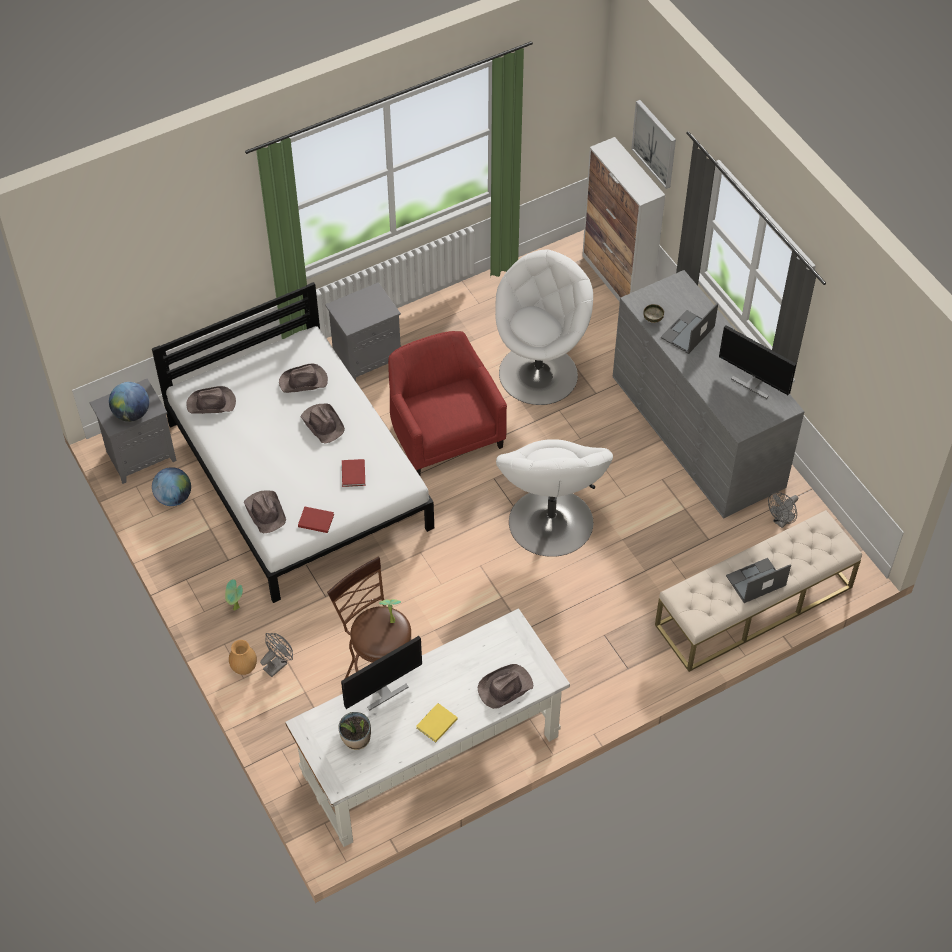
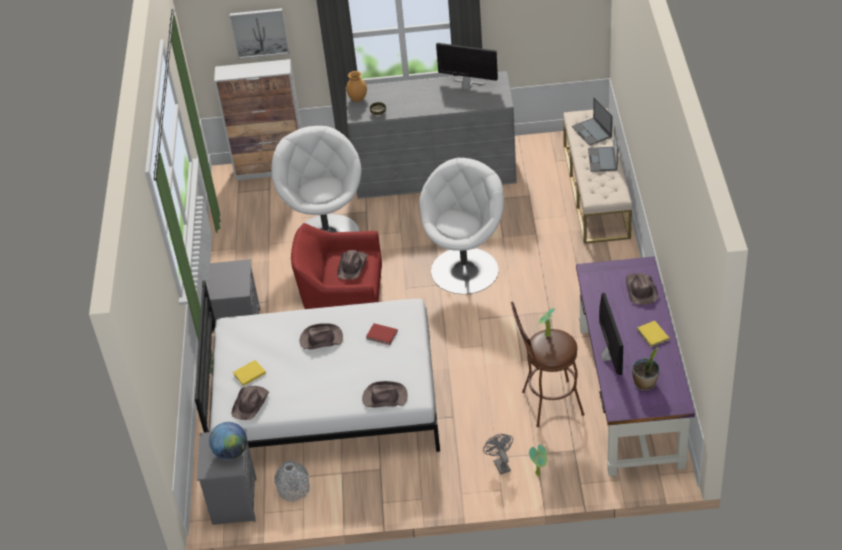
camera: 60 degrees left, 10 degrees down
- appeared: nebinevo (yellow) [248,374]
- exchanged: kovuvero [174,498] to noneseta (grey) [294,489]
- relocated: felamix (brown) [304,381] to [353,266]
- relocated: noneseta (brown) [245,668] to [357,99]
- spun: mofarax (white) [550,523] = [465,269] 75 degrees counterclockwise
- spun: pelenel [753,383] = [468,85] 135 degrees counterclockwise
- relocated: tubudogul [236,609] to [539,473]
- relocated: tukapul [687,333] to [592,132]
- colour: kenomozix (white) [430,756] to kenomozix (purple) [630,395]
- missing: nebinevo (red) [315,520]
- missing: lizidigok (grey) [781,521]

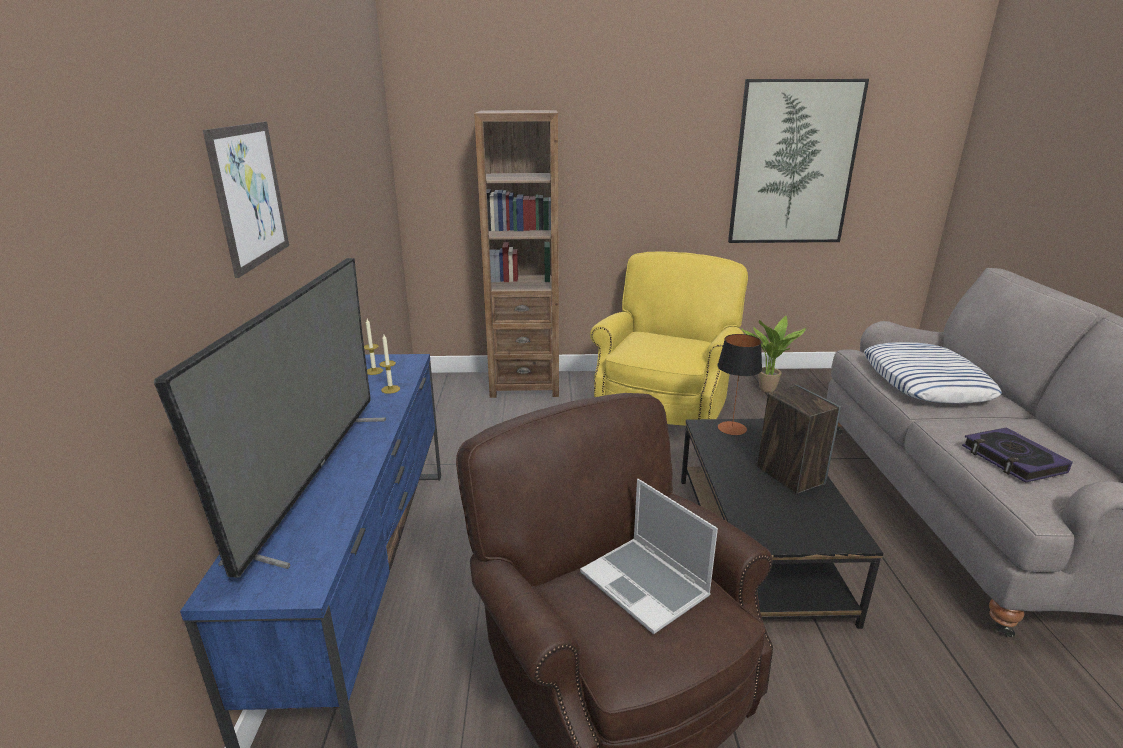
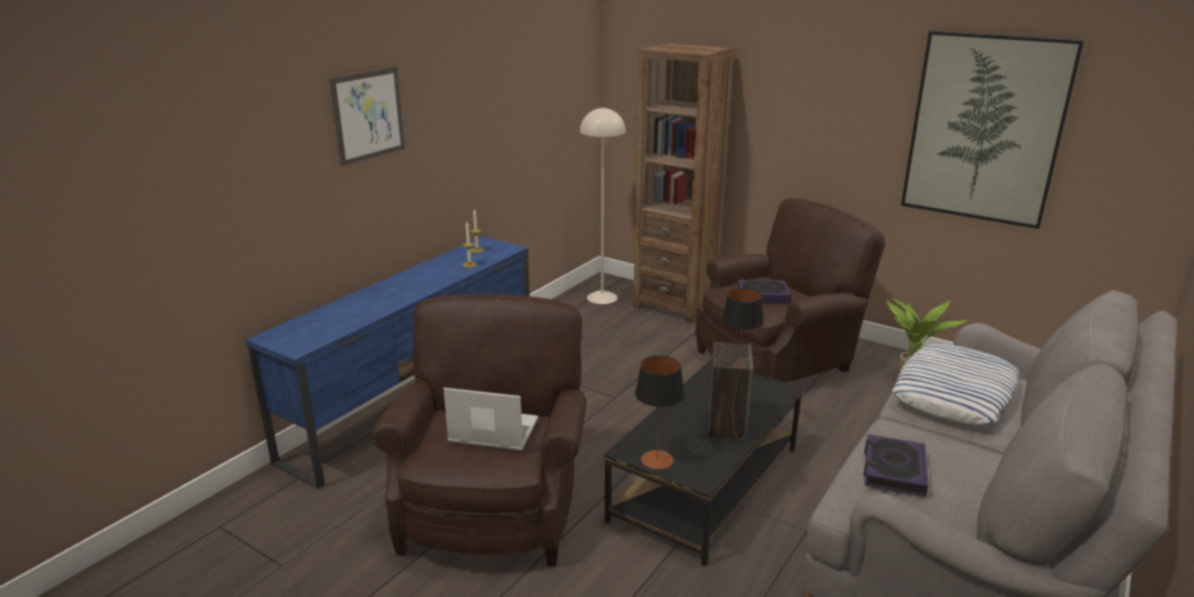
camera: 35 degrees right, 0 degrees up
- spun: tukapul [646,585] = [492,432] 105 degrees clockwise
- appeared: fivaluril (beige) [601,297]
- appeared: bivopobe [657,460]
- colour: mofarax (yellow) [665,406] to mofarax (brown) [778,360]
- appeared: nebinevo [763,295]
- missing: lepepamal [315,480]

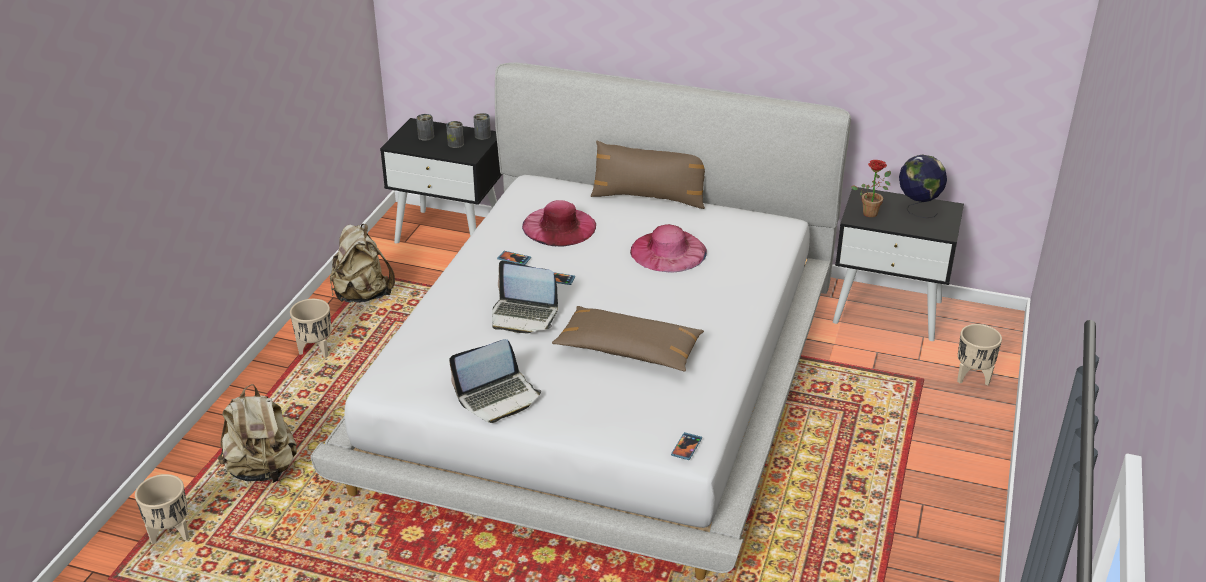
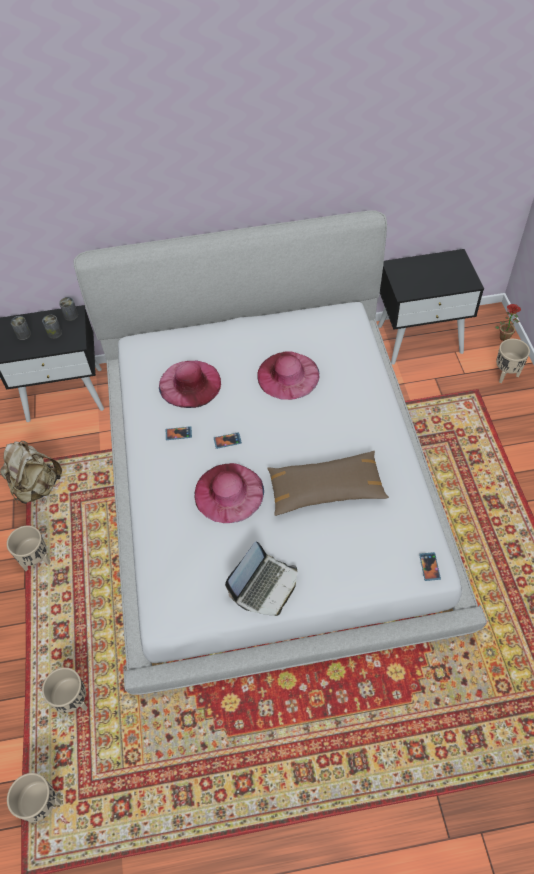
camera: 25 degrees left, 20 degrees up
- exchanged: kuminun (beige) [263,470] to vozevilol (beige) [74,701]
- exchanged: tukapul [523,316] to felamix (pink) [229,492]
- relocated: tubudogul [871,212] to [504,335]
- missing: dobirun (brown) [649,198]
- missing: kovuvero [917,209]

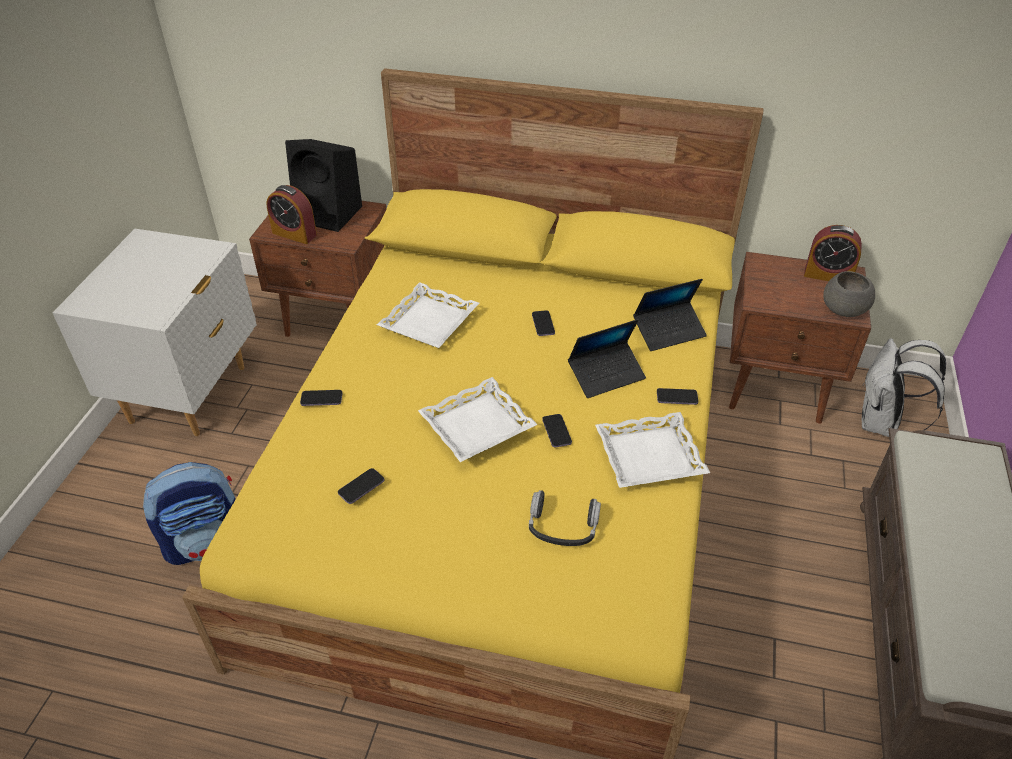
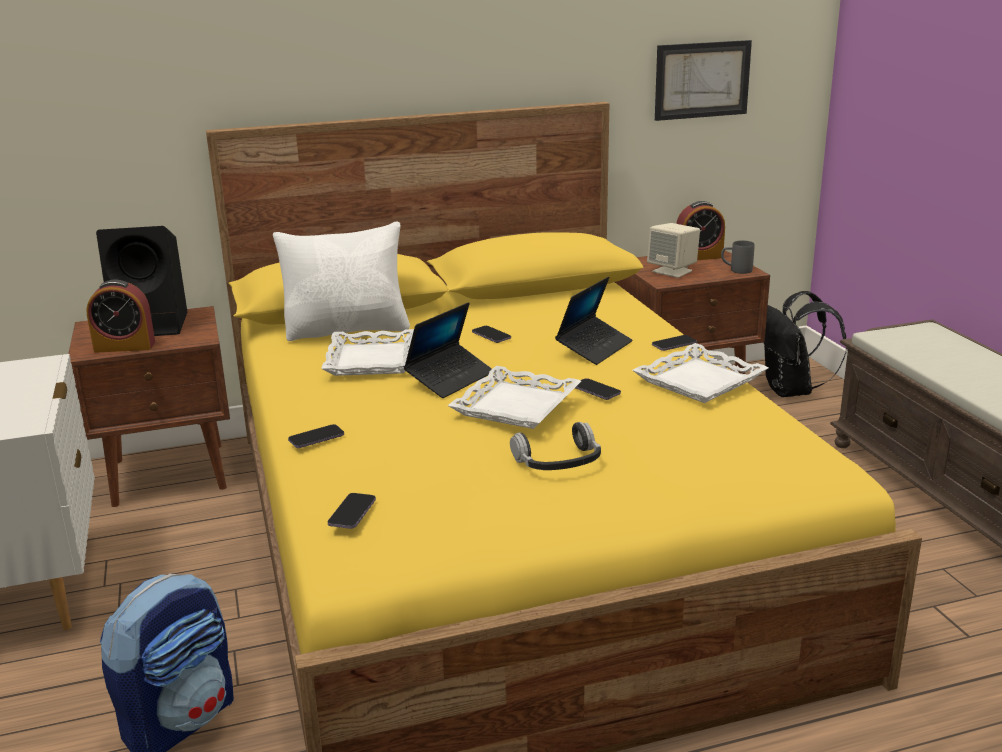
camera: 30 degrees left, 20 degrees down
- appeared: dobirun (white) [348,330]
- relocated: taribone [361,487] to [352,513]
- relocated: tukapul [669,331] to [450,378]
- relocated: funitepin [562,526] to [558,461]
- appeared: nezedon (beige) [673,271]
- appeared: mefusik [702,80]
- exchanged: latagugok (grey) [843,309] to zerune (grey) [736,270]
- colour: kuminun (white) [881,424] to kuminun (black) [791,391]

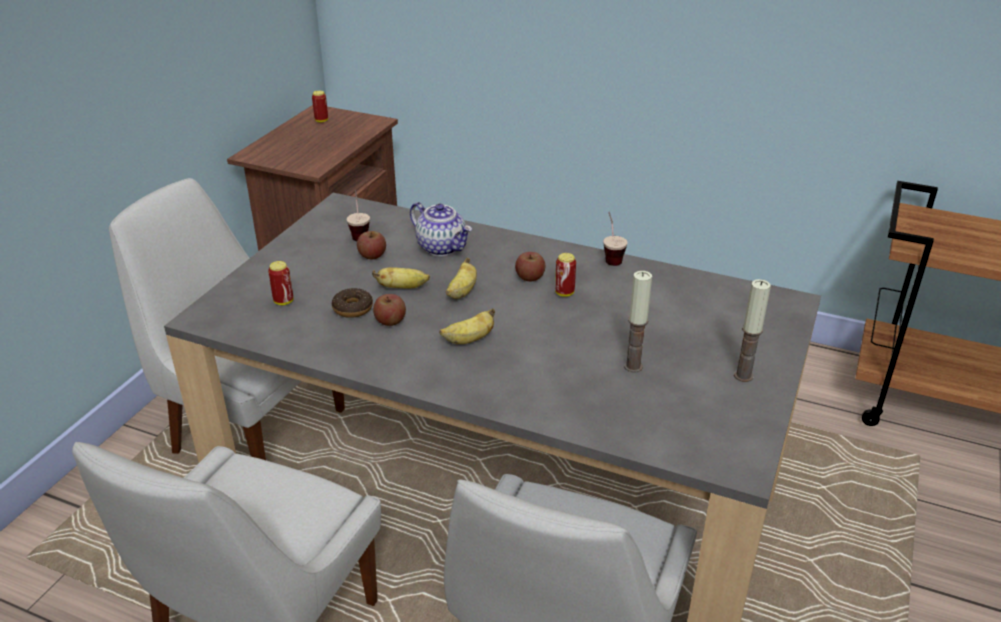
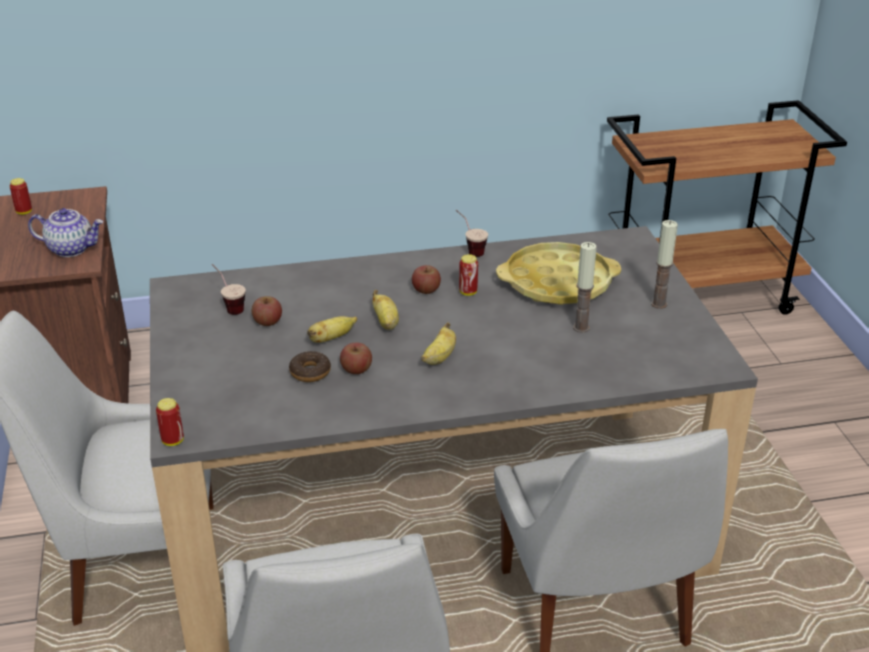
camera: 35 degrees left, 0 degrees up
- relocated: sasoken [442,247] to [71,249]
- relocated: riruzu [283,301] to [173,441]
- appeared: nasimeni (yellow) [558,282]

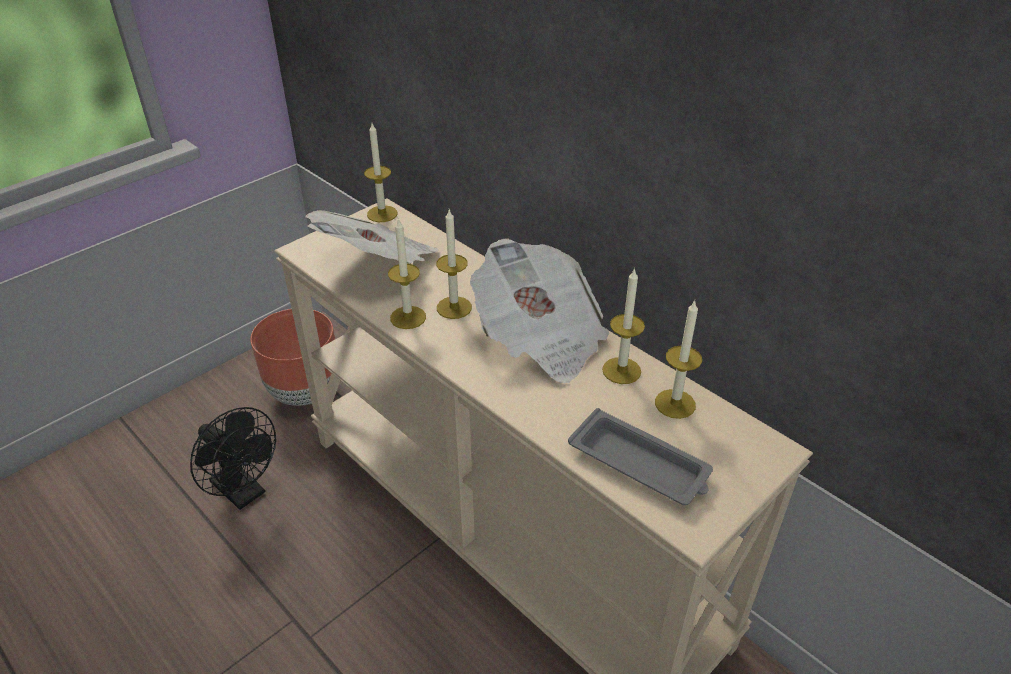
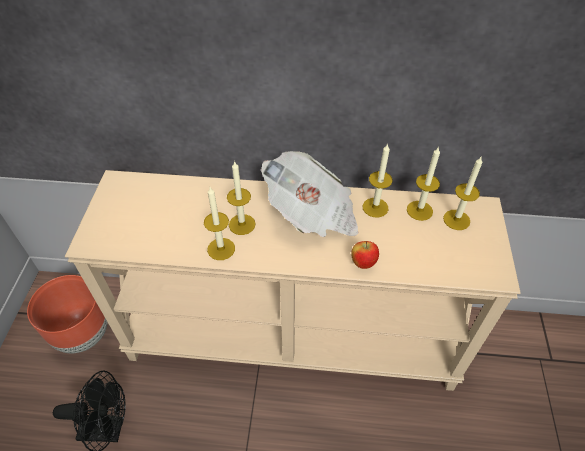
camera: 40 degrees left, 10 degrees up
- appeared: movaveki [363,263]
- relocated: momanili [382,214] to [456,220]
- missing: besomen [378,264]
- missing: nasimeni (grey) [640,464]

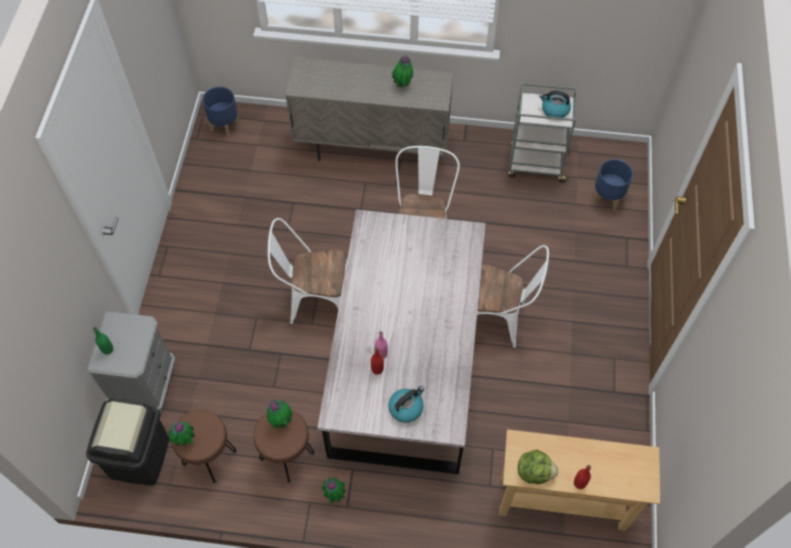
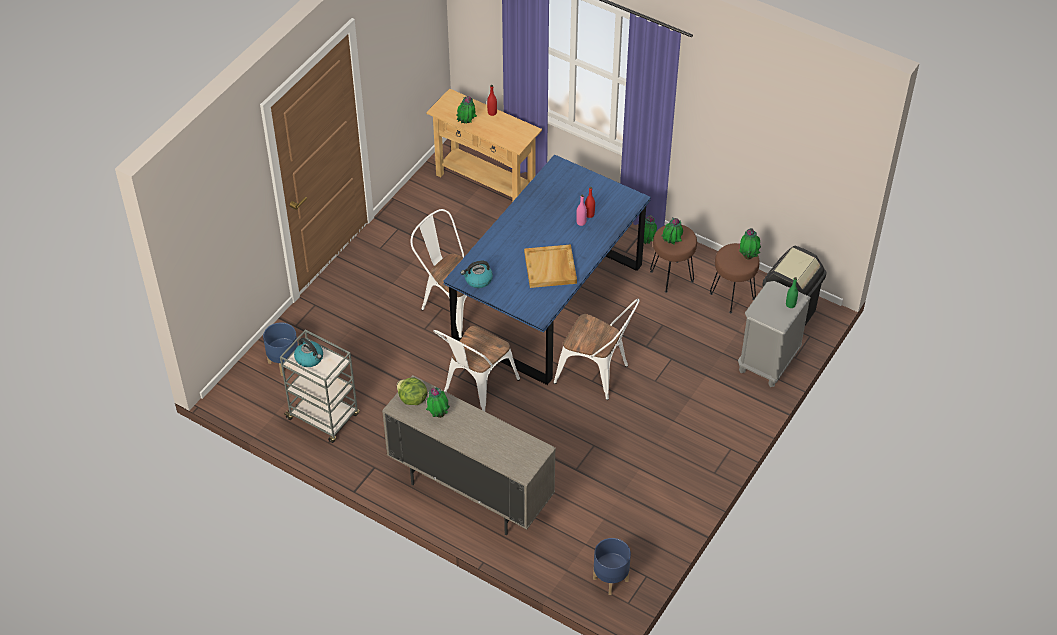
camera: 155 degrees left, 10 degrees down
- relocated: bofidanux [534,472] to [412,399]
- colour: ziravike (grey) [404,366] to ziravike (blue) [549,301]
- appeared: tubudogul [466,123]
- relocated: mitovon [406,407] to [478,280]
- appeared: nasimeni (beige) [551,268]

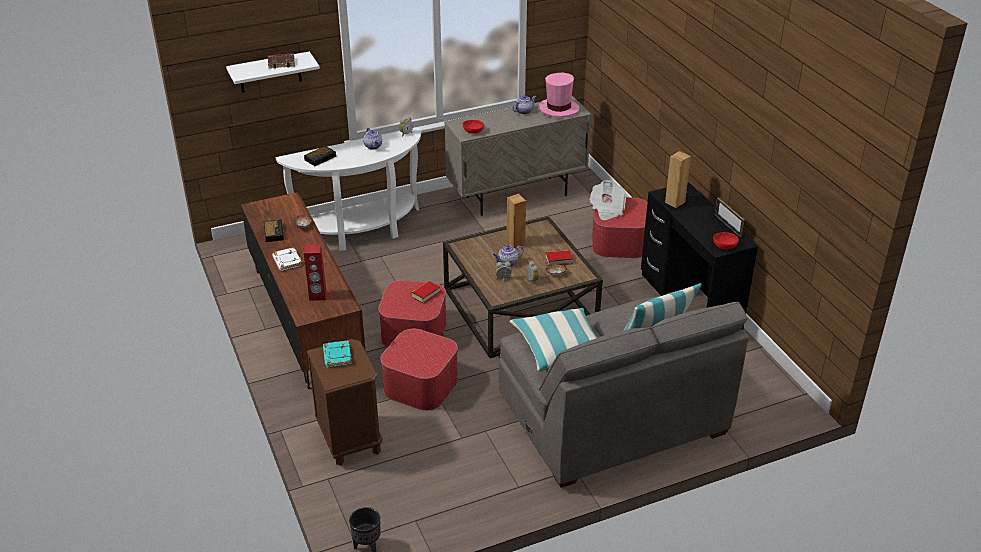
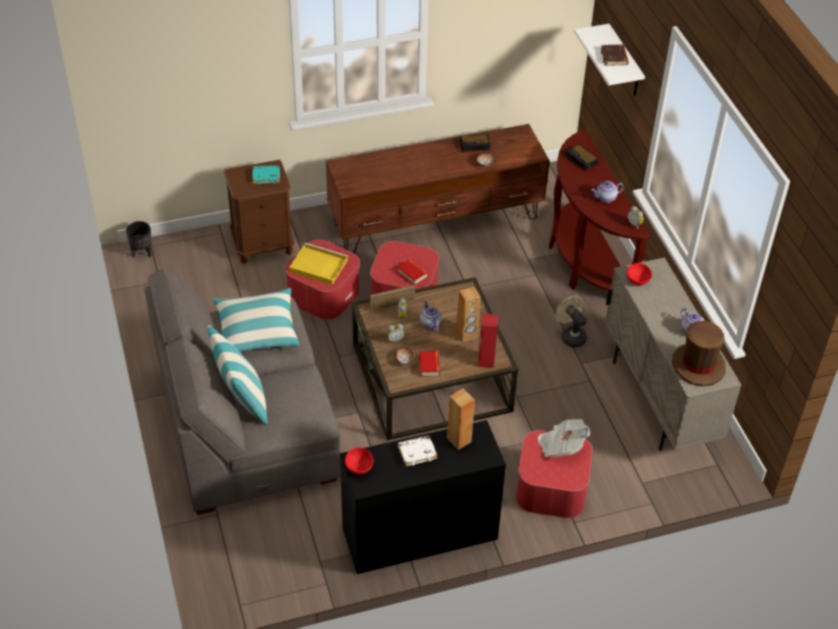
camera: 95 degrees right, 10 degrees up
- appeared: nasimeni (yellow) [317,266]
- relocated: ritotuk [727,225] to [392,305]
- relocated: nebinevo (white) [286,261] to [417,452]
- relocated: nezedon (red) [318,296] to [485,361]
- colour: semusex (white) [361,231] to semusex (brown) [584,261]
- appeared: lizidigok (beige) [570,335]
- colour: felamix (pink) [558,109] to felamix (brown) [698,365]

